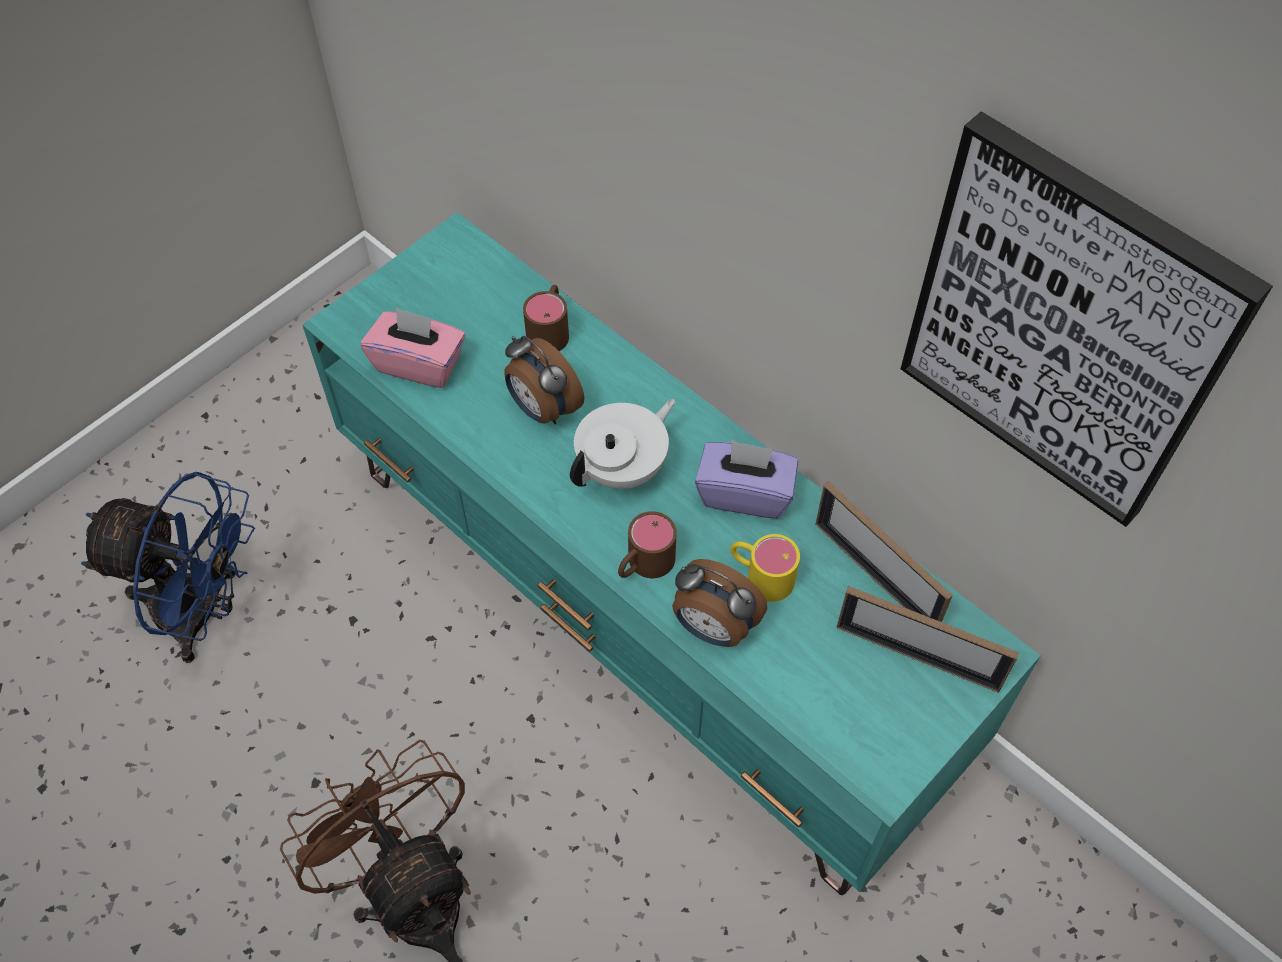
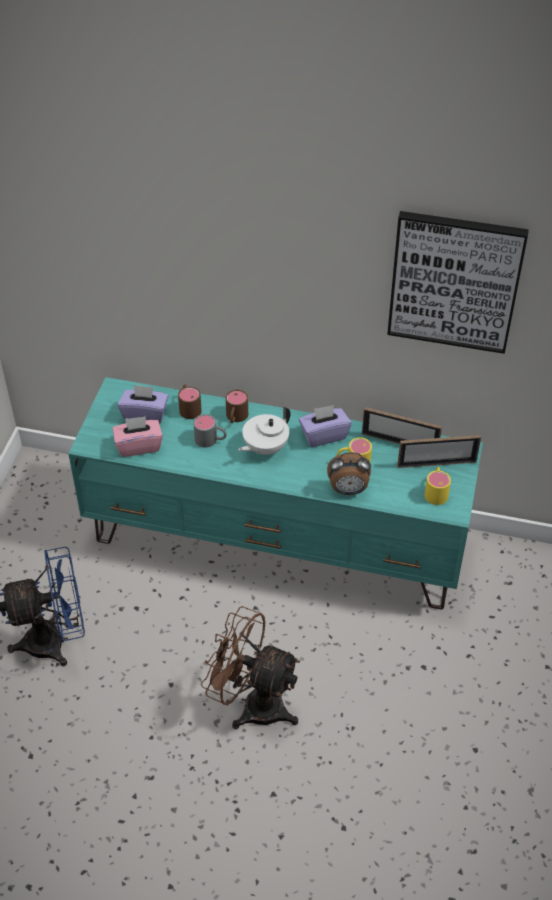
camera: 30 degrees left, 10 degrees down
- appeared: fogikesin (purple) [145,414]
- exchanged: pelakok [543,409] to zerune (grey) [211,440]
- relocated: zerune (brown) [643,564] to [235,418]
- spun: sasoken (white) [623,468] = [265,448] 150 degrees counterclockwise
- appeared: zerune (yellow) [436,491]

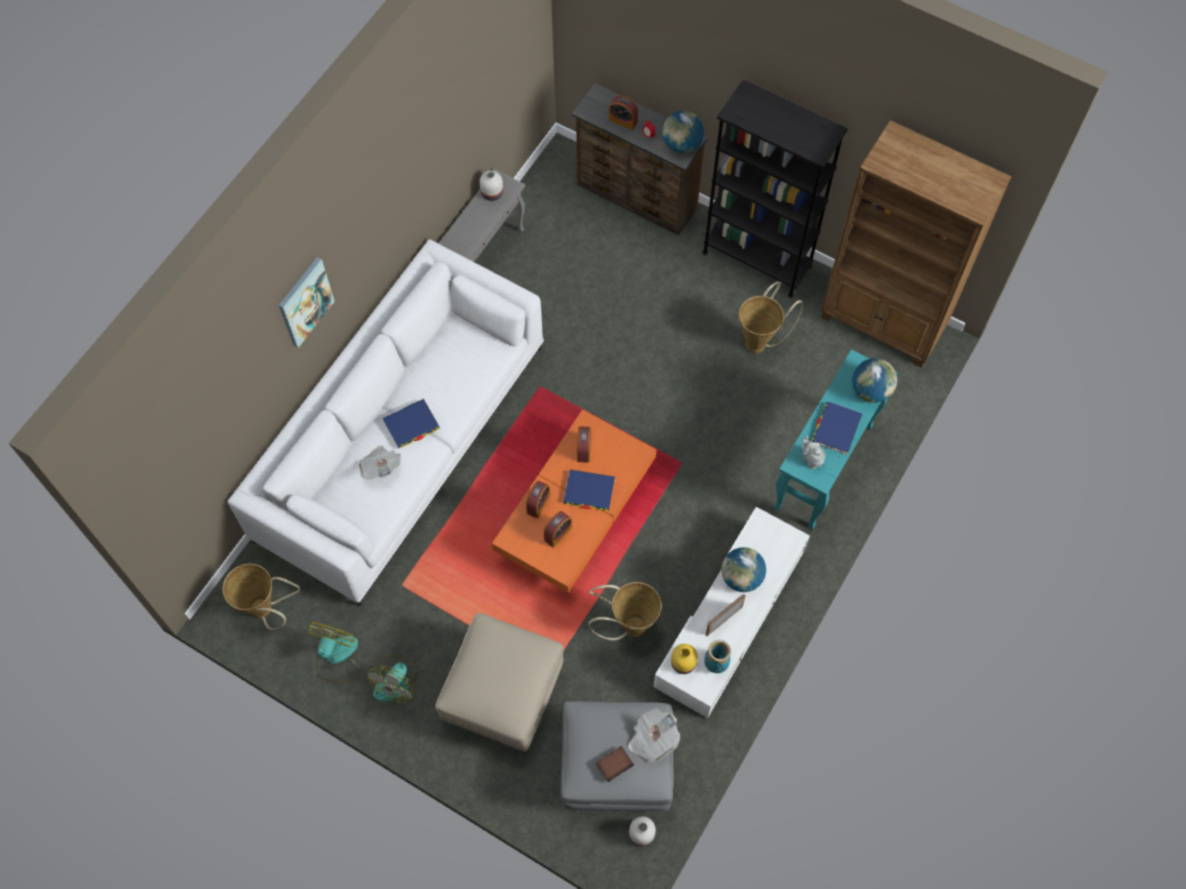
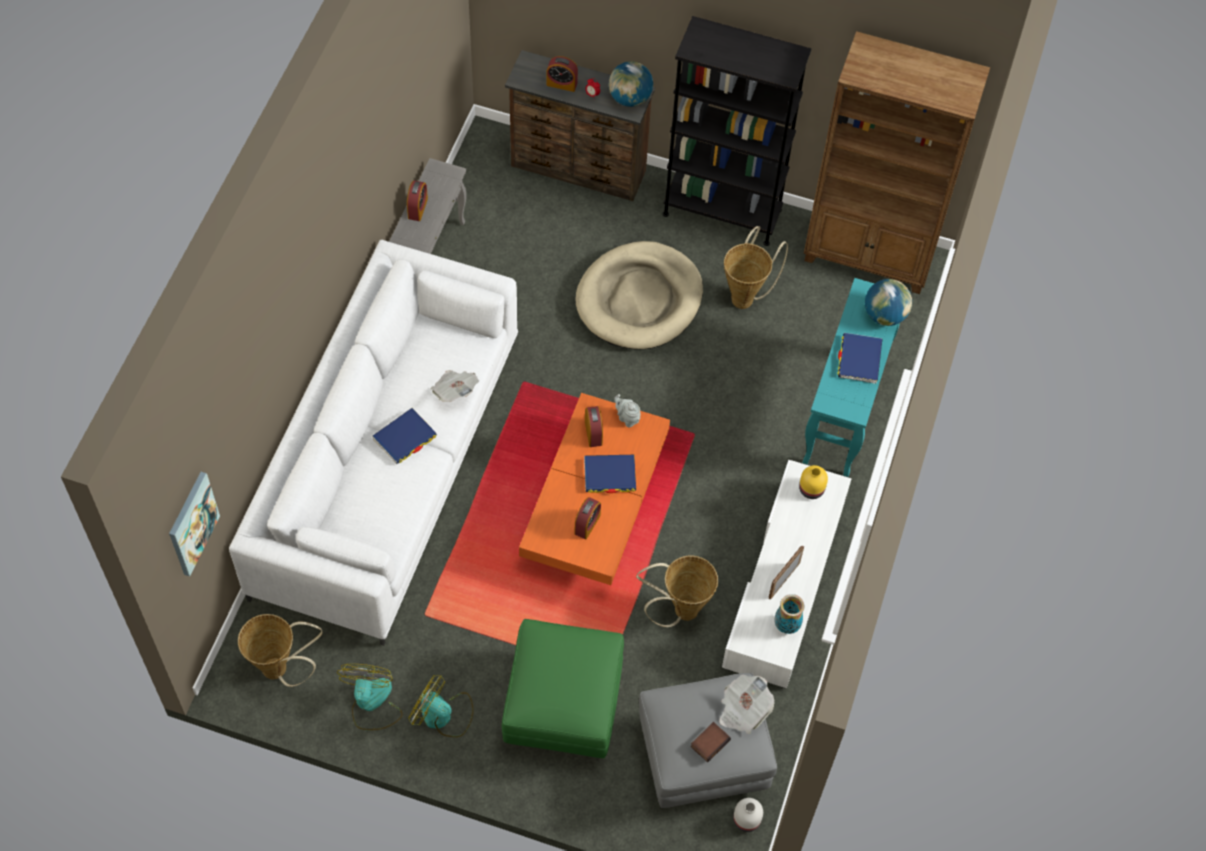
camera: 15 degrees left, 5 degrees down
- relocated: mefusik [305,302] to [192,523]
- relocated: pelakok [538,504] to [417,208]
- spun: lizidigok [396,680] = [443,715] 105 degrees clockwise
- relocated: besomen [381,467] to [455,391]
- colour: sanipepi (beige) [503,694] to sanipepi (green) [563,706]
- appeared: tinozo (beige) [639,299]
- relocated: sasoken (grey) [811,459] to [627,418]
- relocated: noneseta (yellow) [683,662] to [811,489]
- missing: noneseta (white) [492,193]
- missing: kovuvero [741,577]

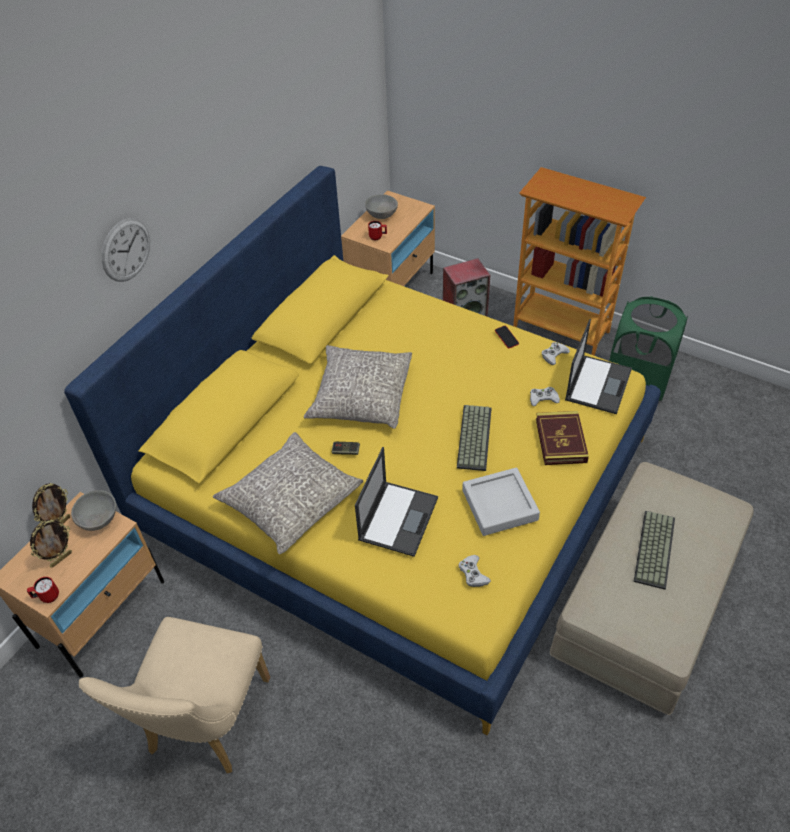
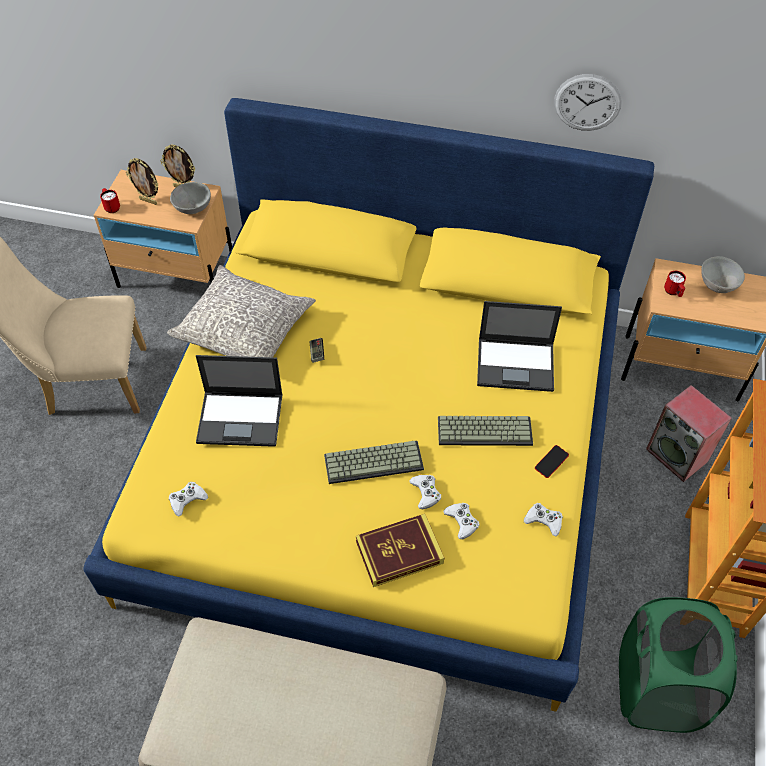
camera: 70 degrees right, 5 degrees up
- appeared: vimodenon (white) [425,493]
- relocated: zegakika [653,548] to [485,430]
- relocated: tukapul [598,384] to [516,364]
- relocated: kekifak [126,250] to [587,102]
- missing: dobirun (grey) [361,396]
- missing: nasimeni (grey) [499,505]

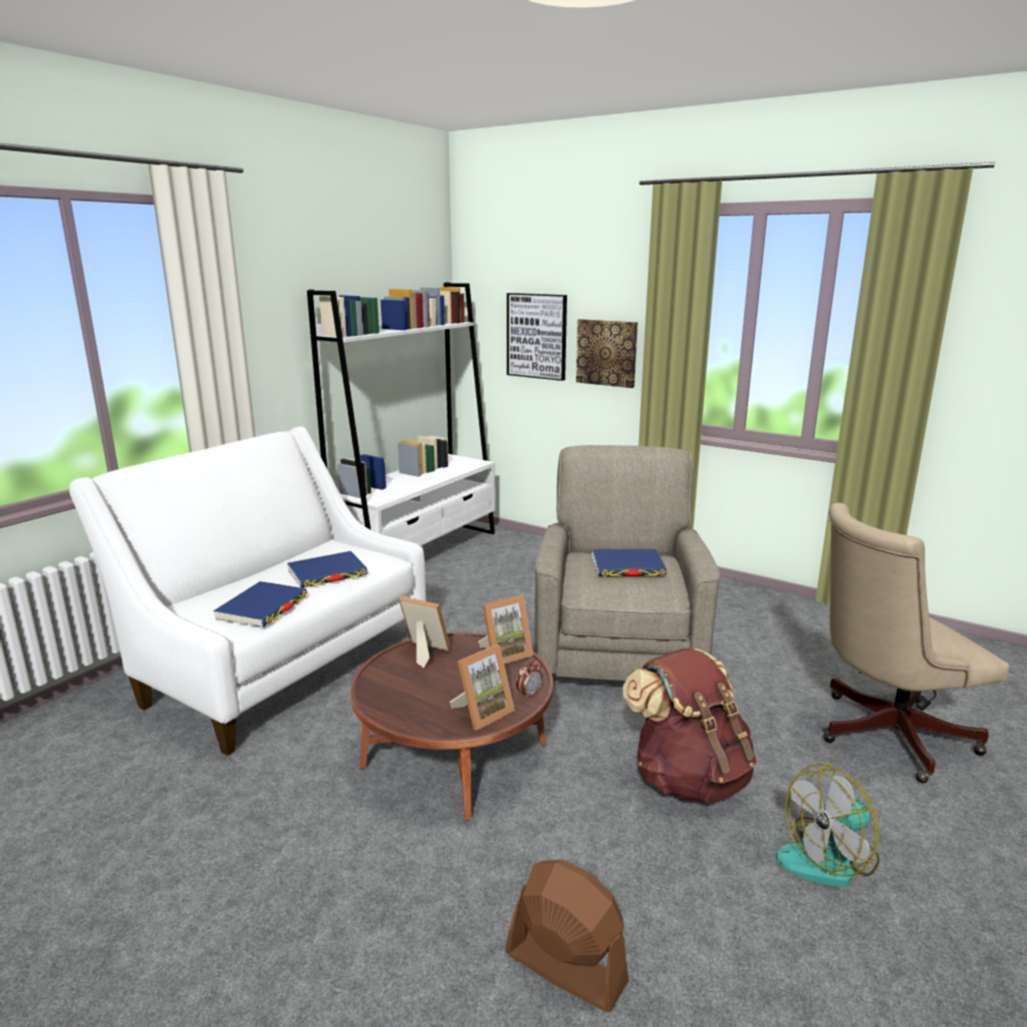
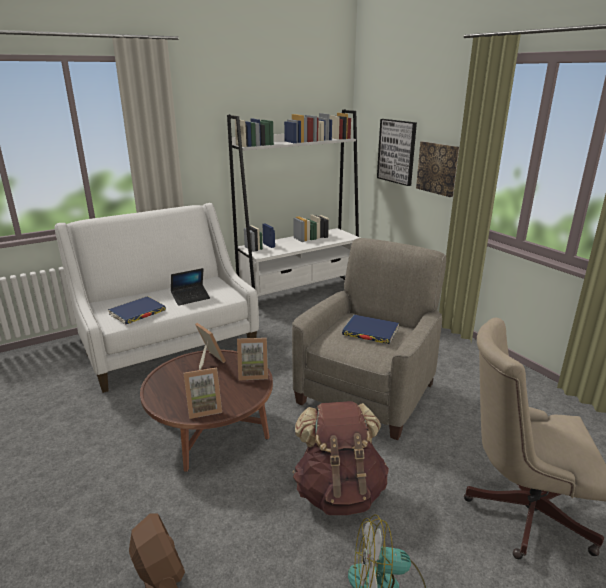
camera: 25 degrees right, 5 degrees up
- exchanged: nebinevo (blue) [327,573] to tukapul [191,298]
- missing: pelakok [529,694]

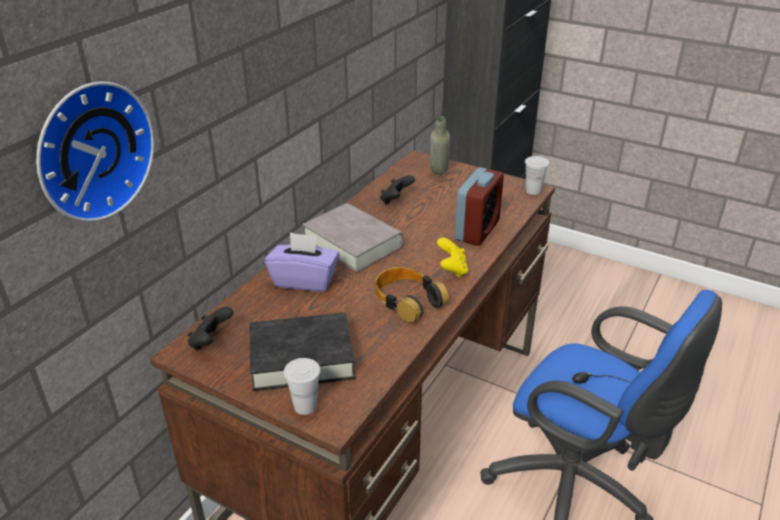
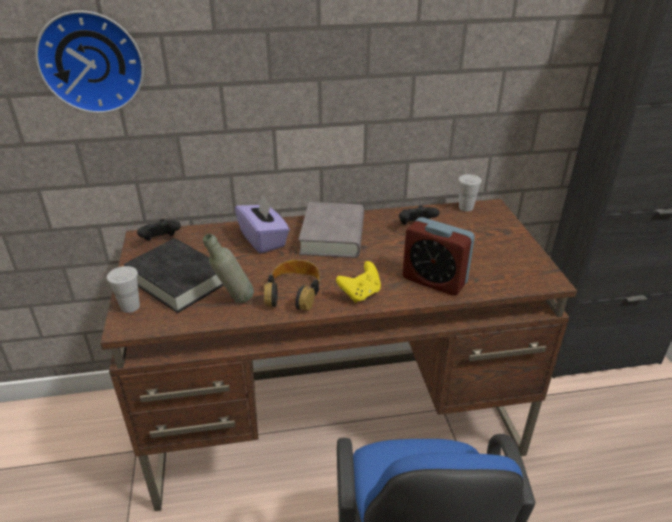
camera: 50 degrees right, 0 degrees up
- relocated: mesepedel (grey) [438,175] to [233,302]
- spun: pelakok [477,230] = [434,280] 45 degrees clockwise
- relocated: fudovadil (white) [533,191] to [466,207]

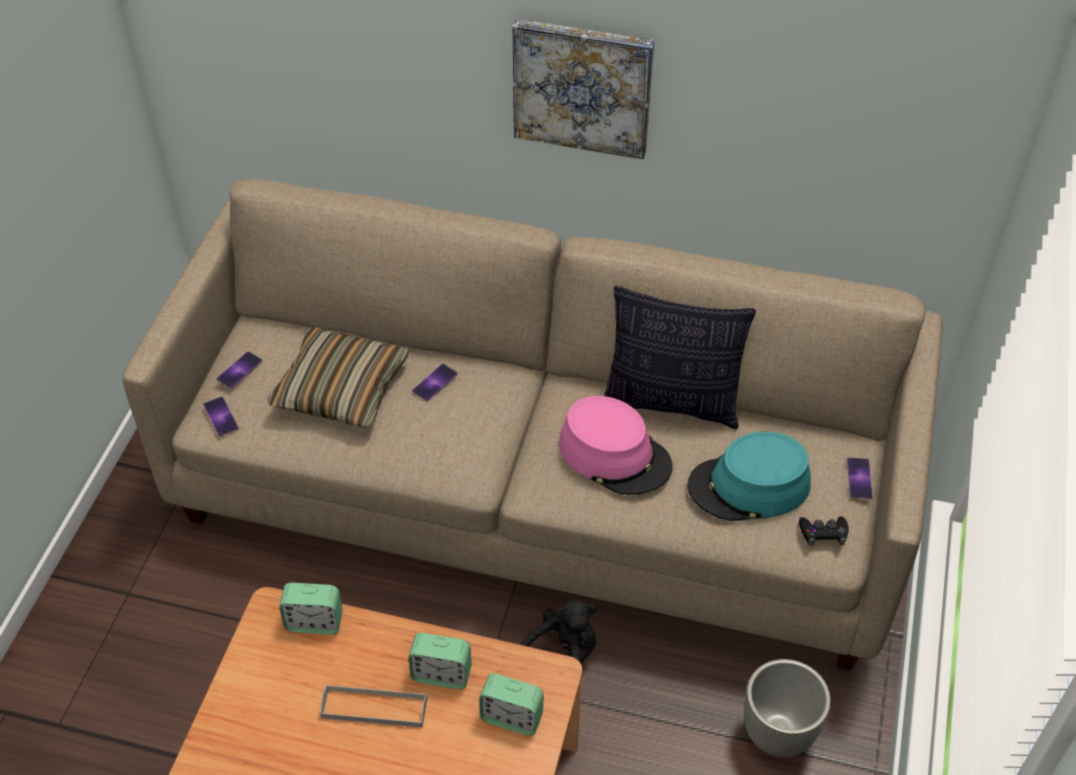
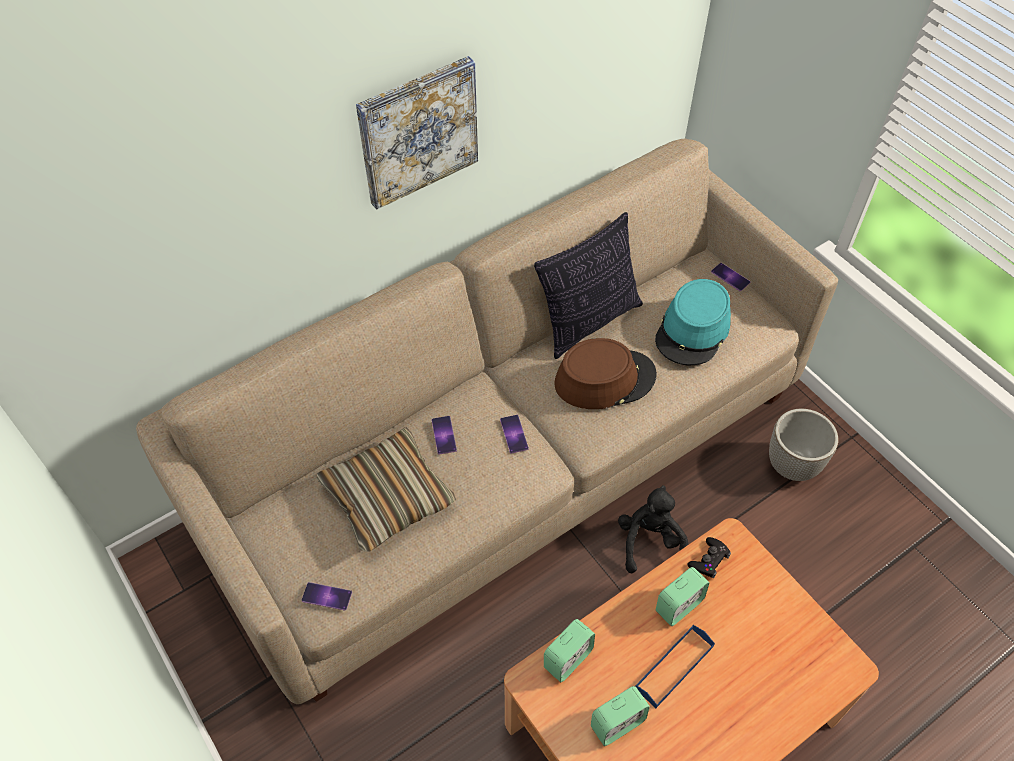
camera: 50 degrees left, 5 degrees up
- relocated: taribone [239,370] to [514,434]
- colour: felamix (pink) [615,455] to felamix (brown) [604,379]
- relocated: pelakok [512,717] to [617,723]
- colour: nasimeni (grey) [374,708] to nasimeni (blue) [674,667]
- relocated: vimodenon (black) [823,533] to [709,560]

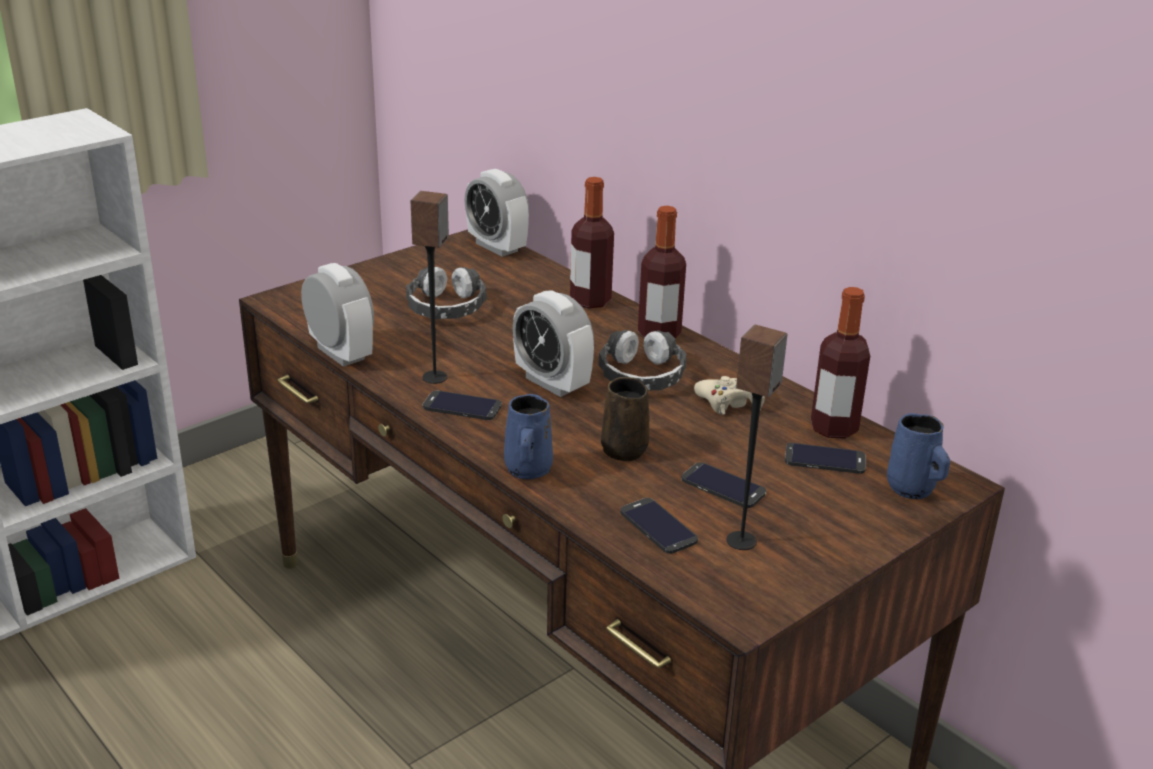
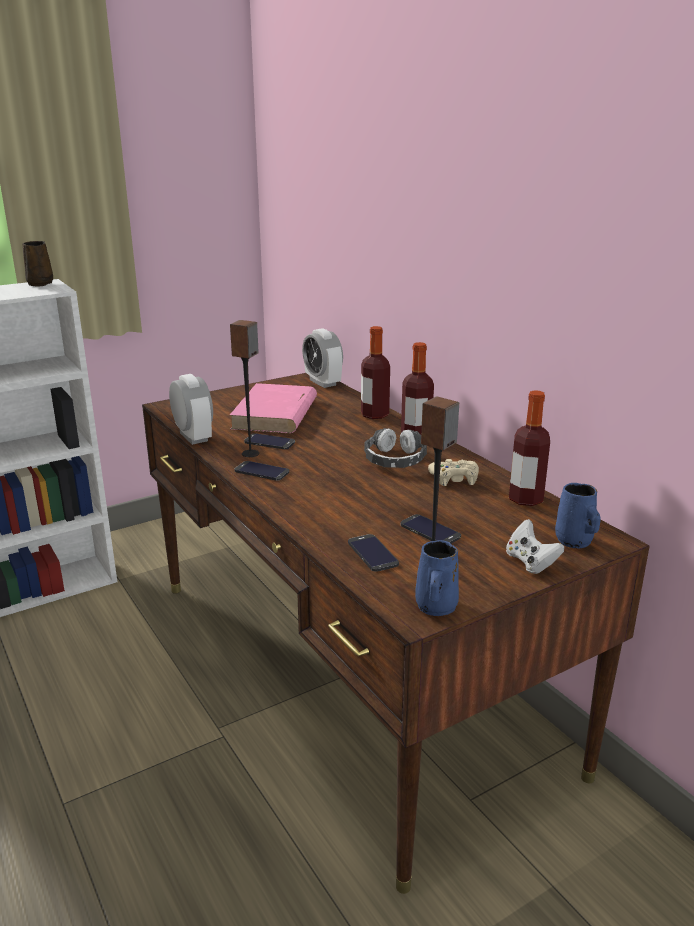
camera: 10 degrees right, 5 degrees down
- relocated: zerune (brown) [623,448] to [41,283]
- exchanged: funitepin [446,307] to nebinevo (pink) [275,414]
- relocated: taribone [825,459] to [269,442]
- relocated: zerune (blue) [527,470] to [435,607]
- appeared: vimodenon (white) [530,562]
- missing: pelakok [552,383]

